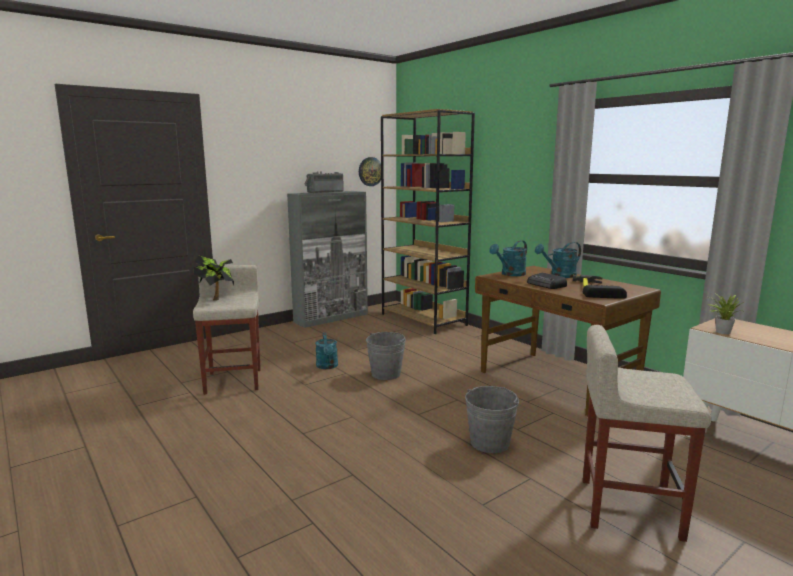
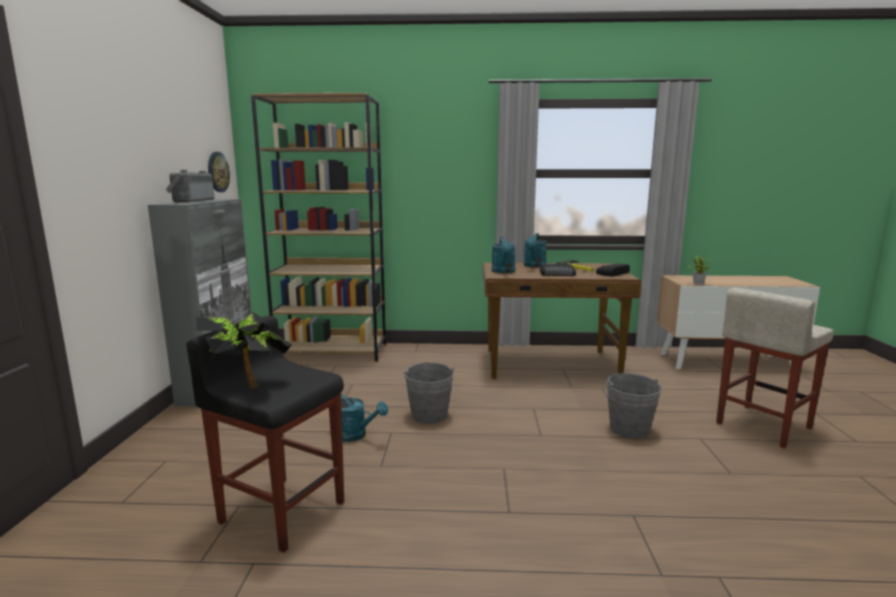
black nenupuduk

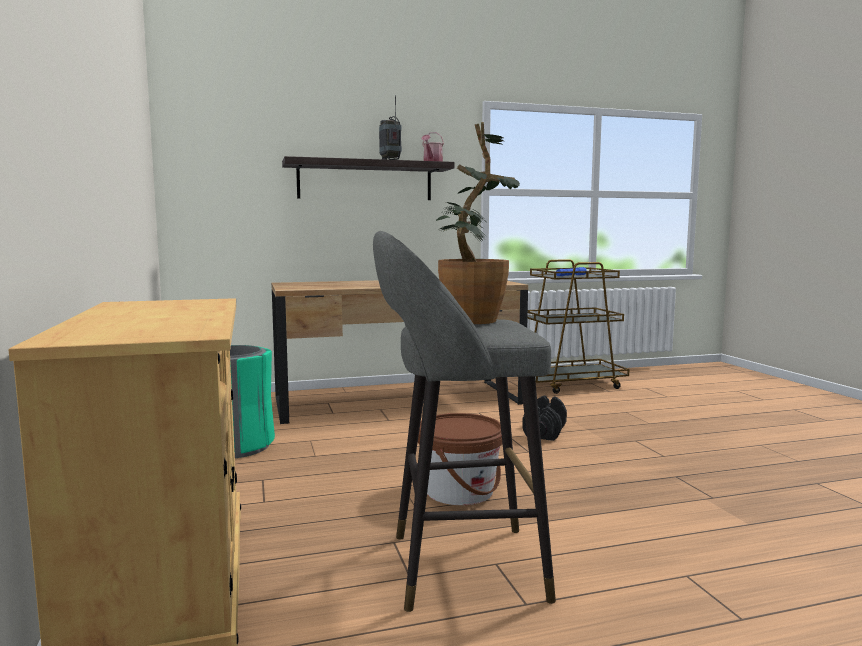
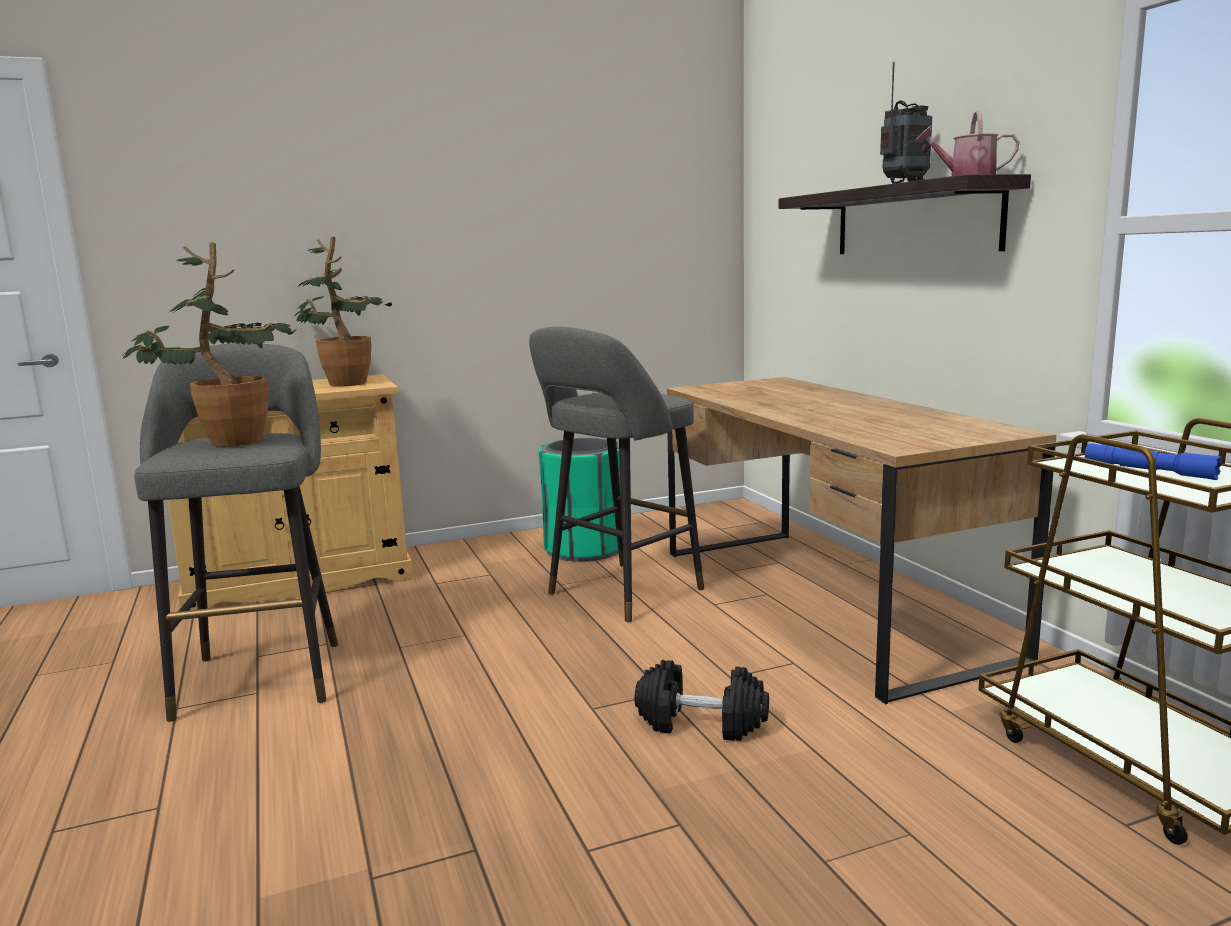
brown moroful
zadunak (no. 2 from left)
grey nenupuduk (no. 2 from left)

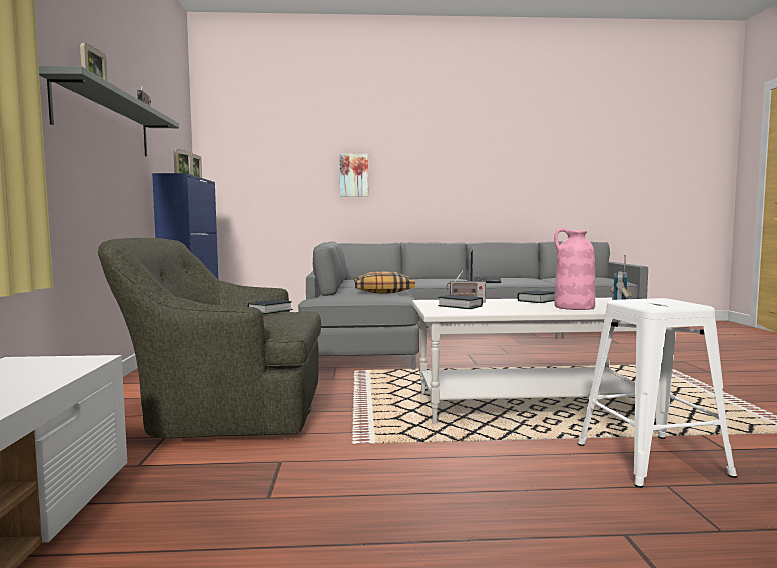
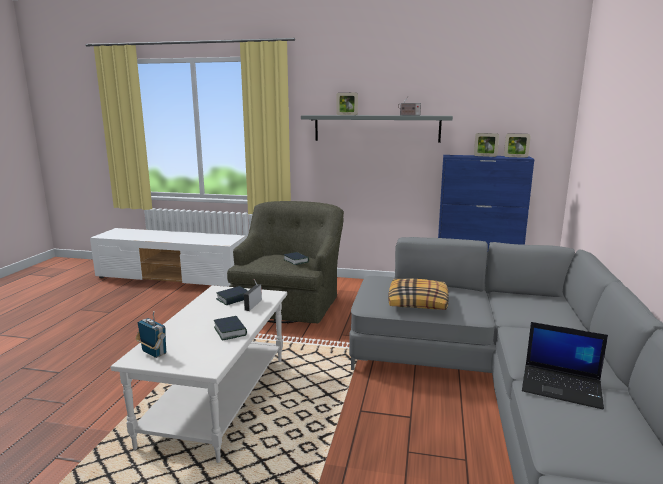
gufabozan
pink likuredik
white nenupuduk

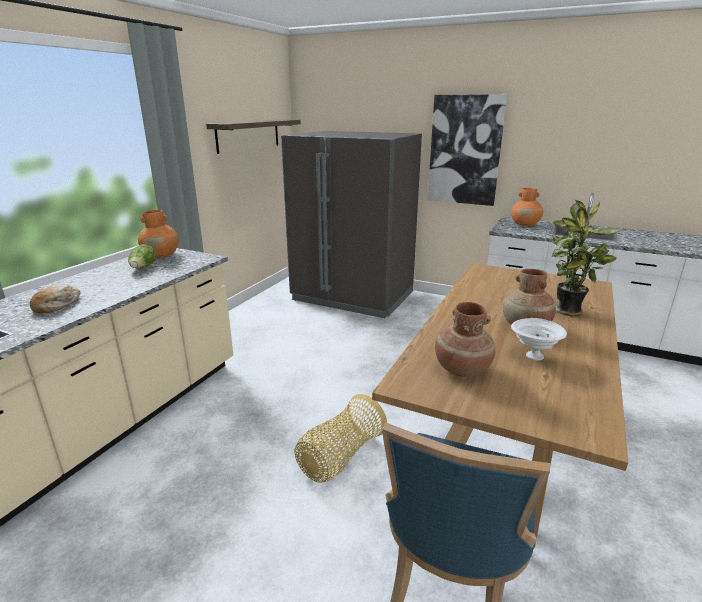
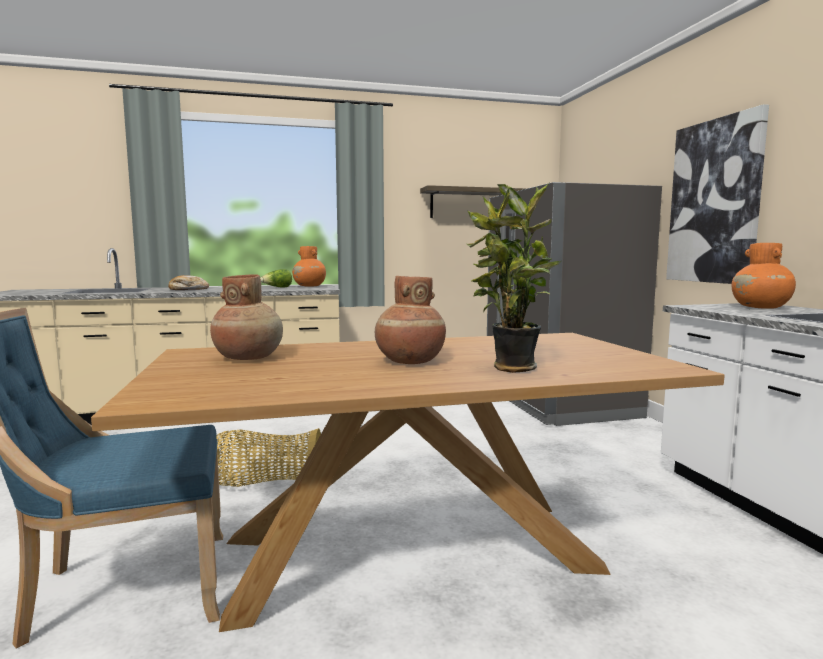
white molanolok

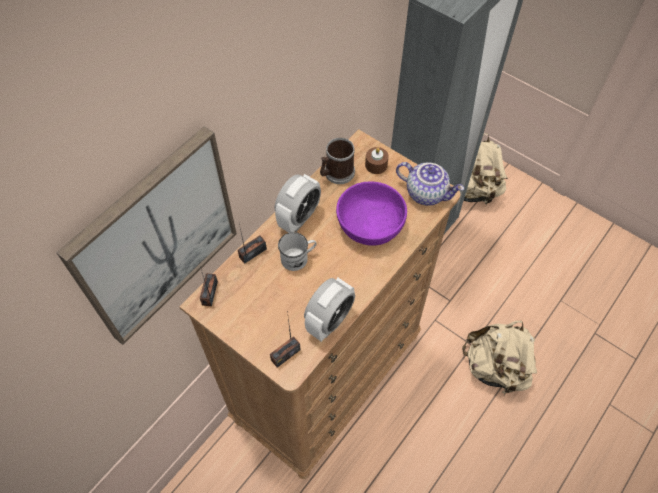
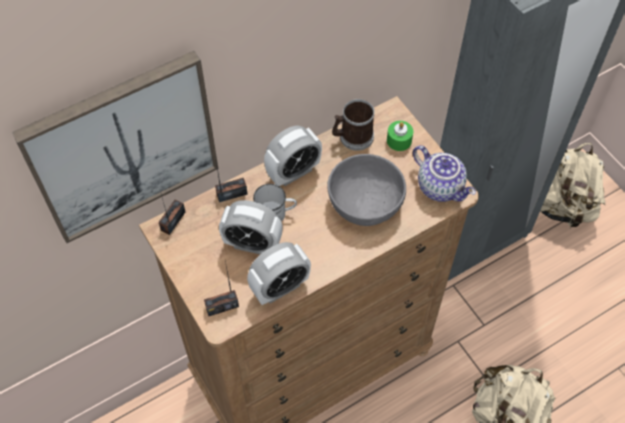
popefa (no. 1 from left)
grey molanolok
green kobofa

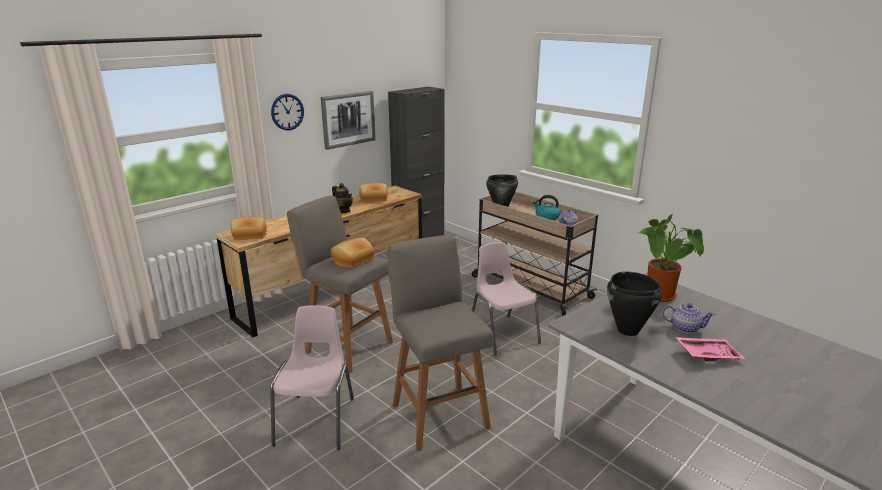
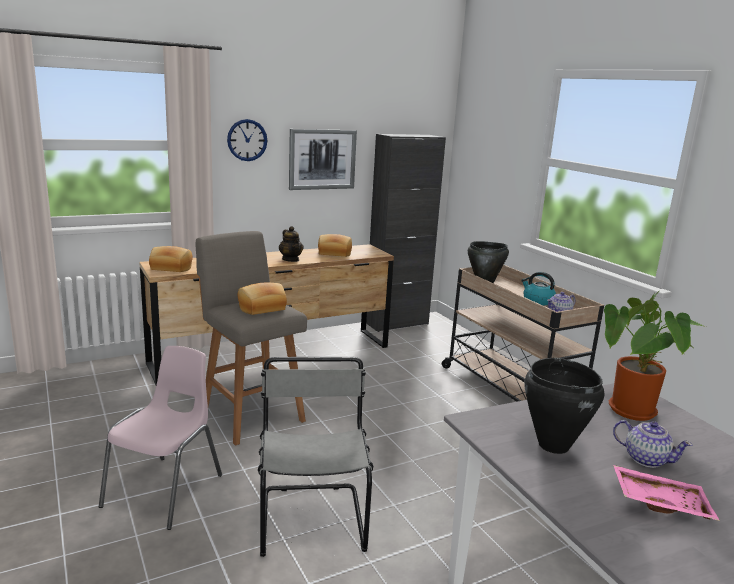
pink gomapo (no. 2 from left in the first image)
grey gomapo

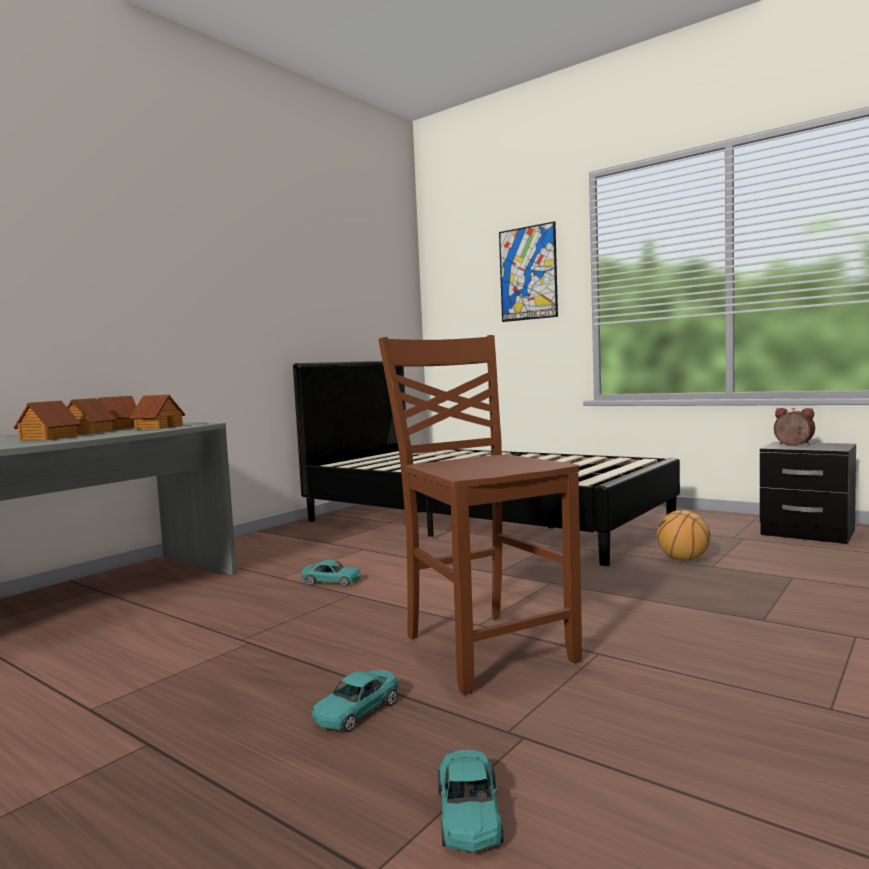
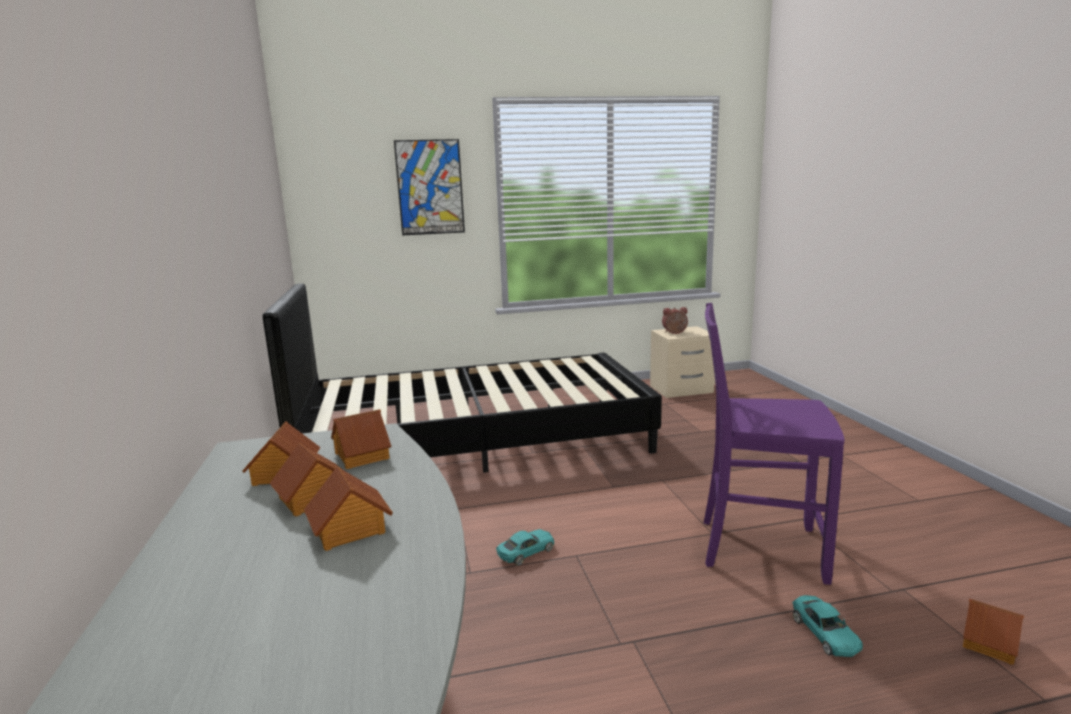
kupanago
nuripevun (no. 5 from left)
purple gomapo
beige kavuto

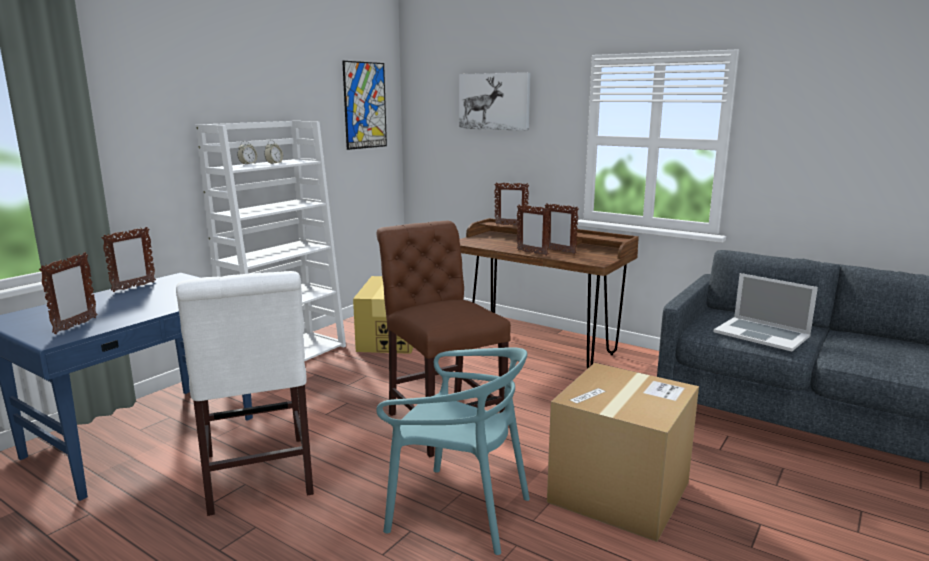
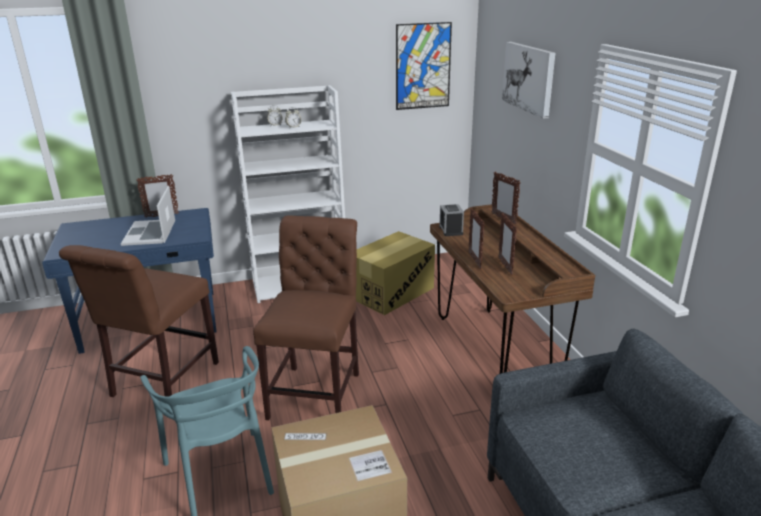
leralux (no. 1 from left in the first image)
popefa (no. 3 from left)
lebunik
brown gomapo (no. 1 from left)

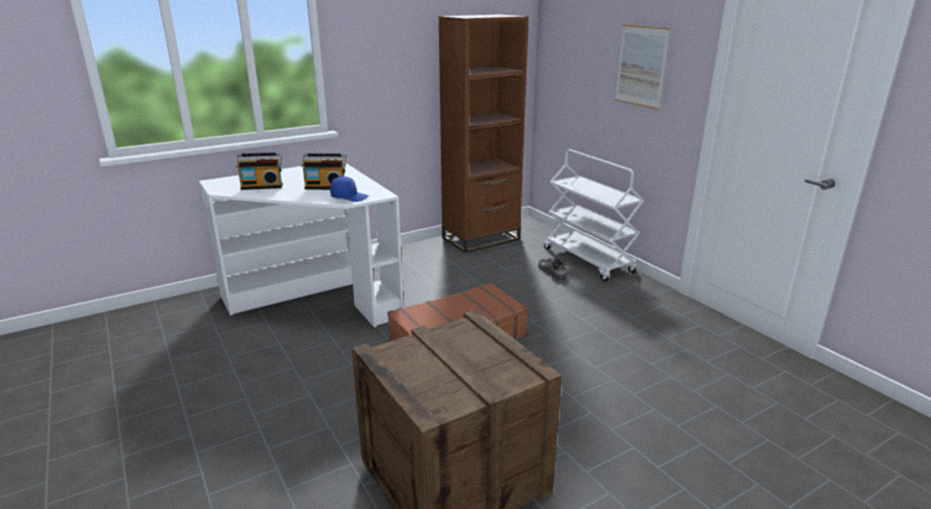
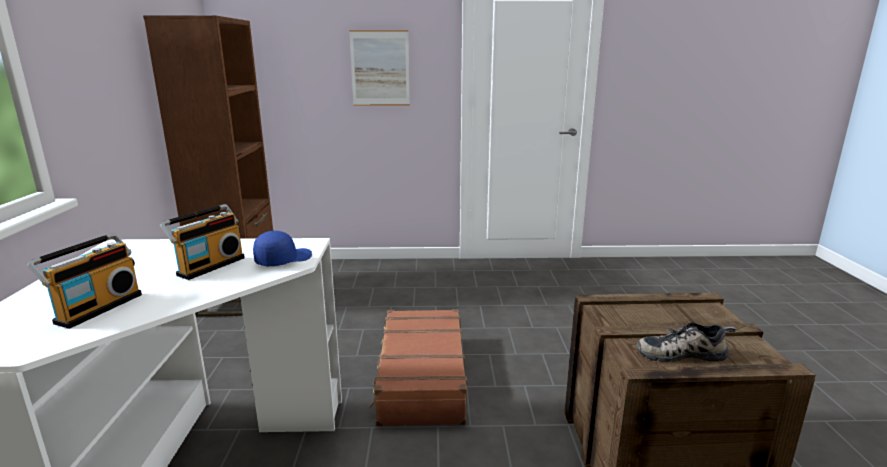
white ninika
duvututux

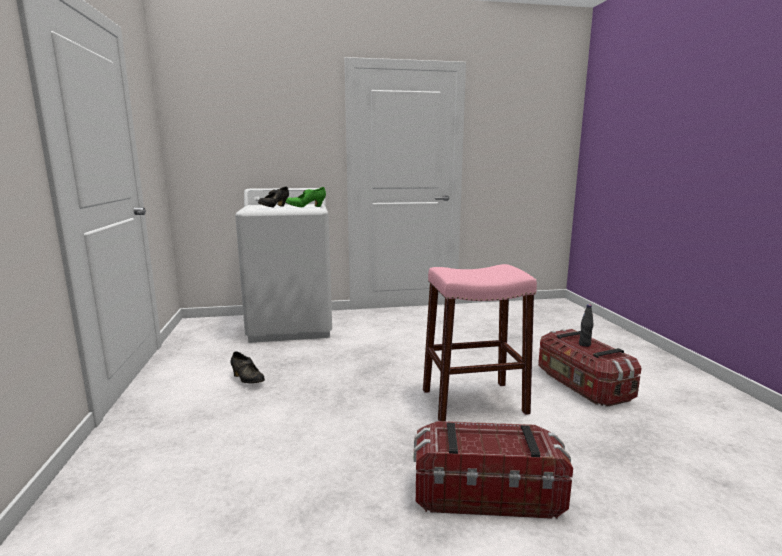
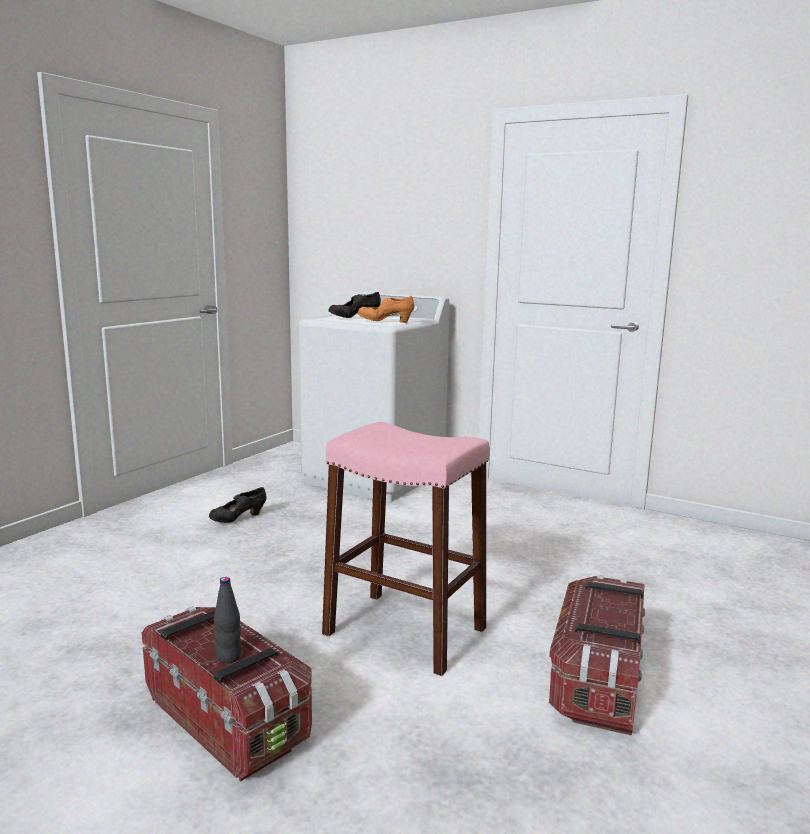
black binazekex
orange duvututux
black duvututux (no. 1 from left)

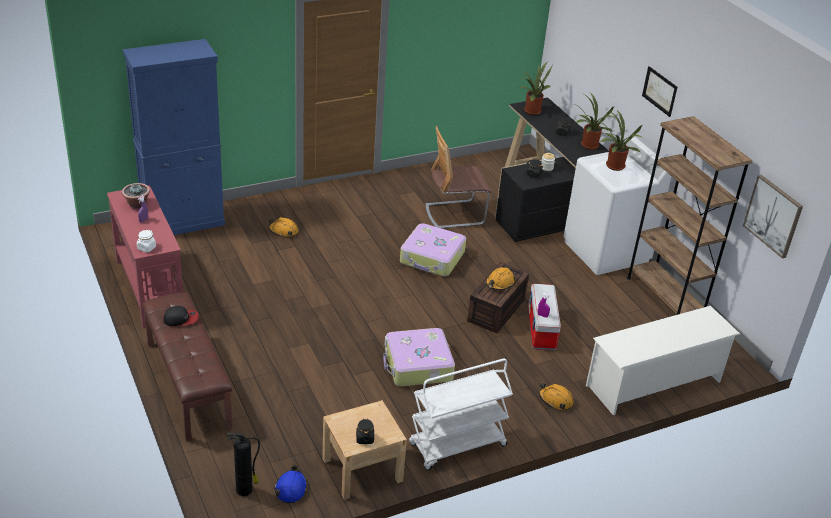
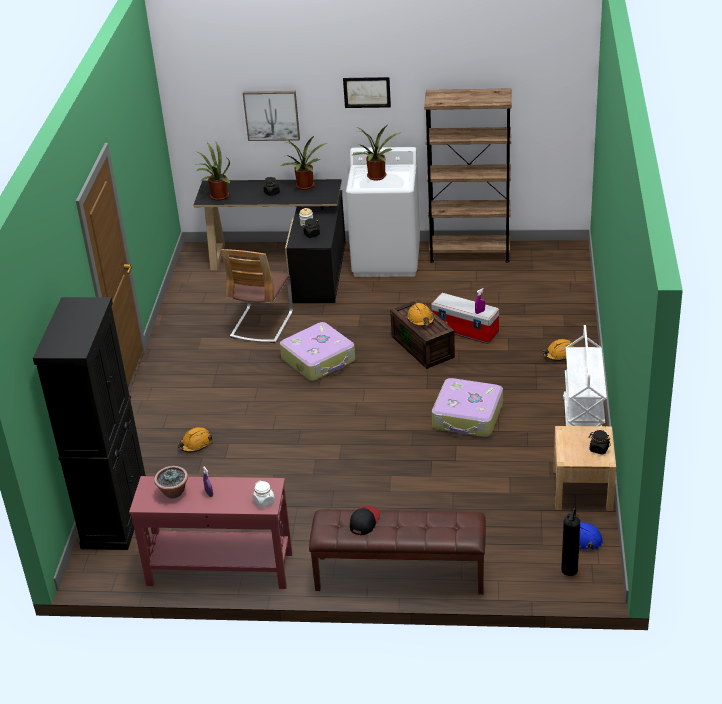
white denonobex
gufabozan (no. 1 from left)
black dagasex

